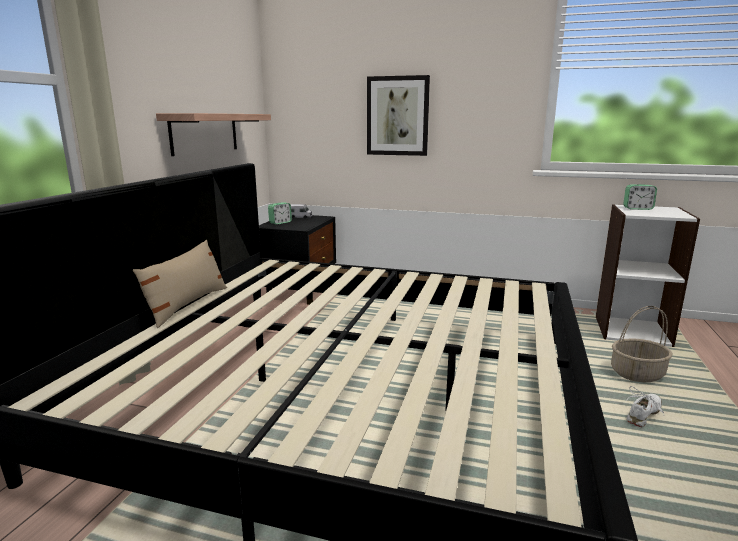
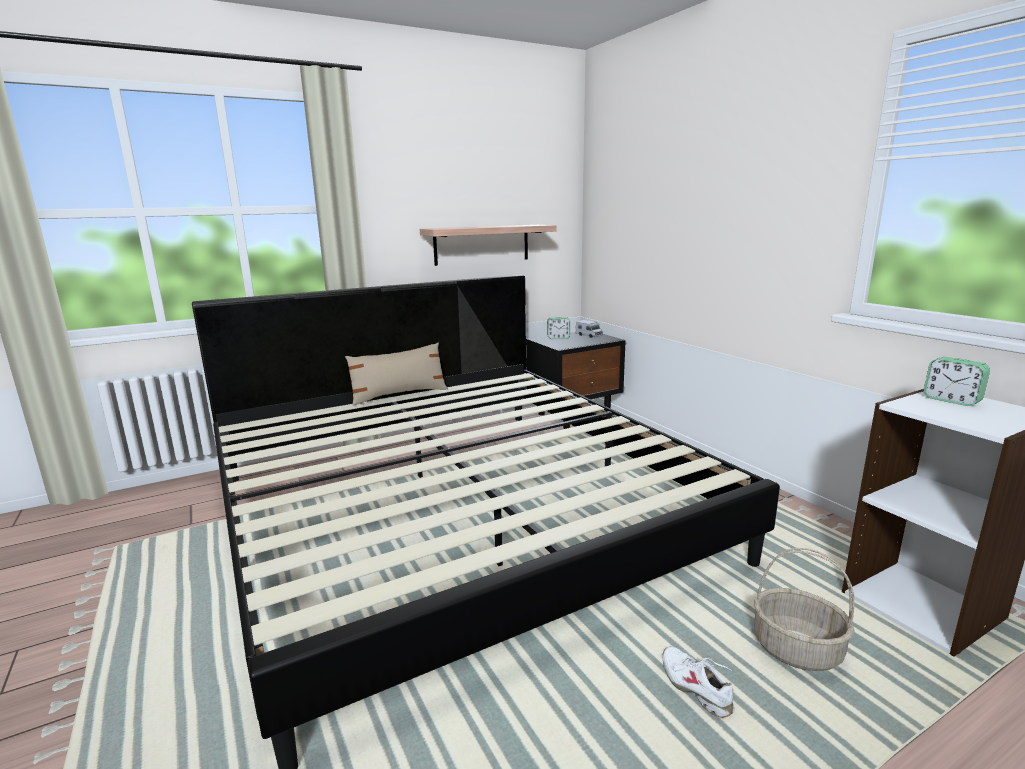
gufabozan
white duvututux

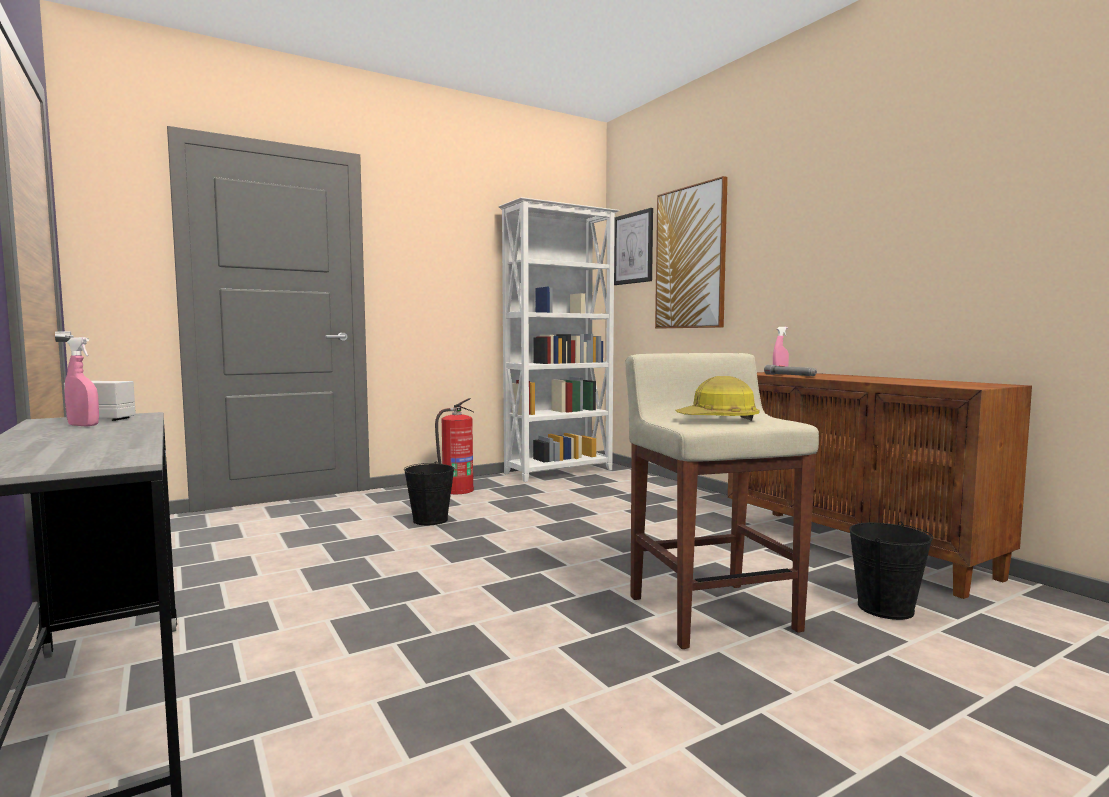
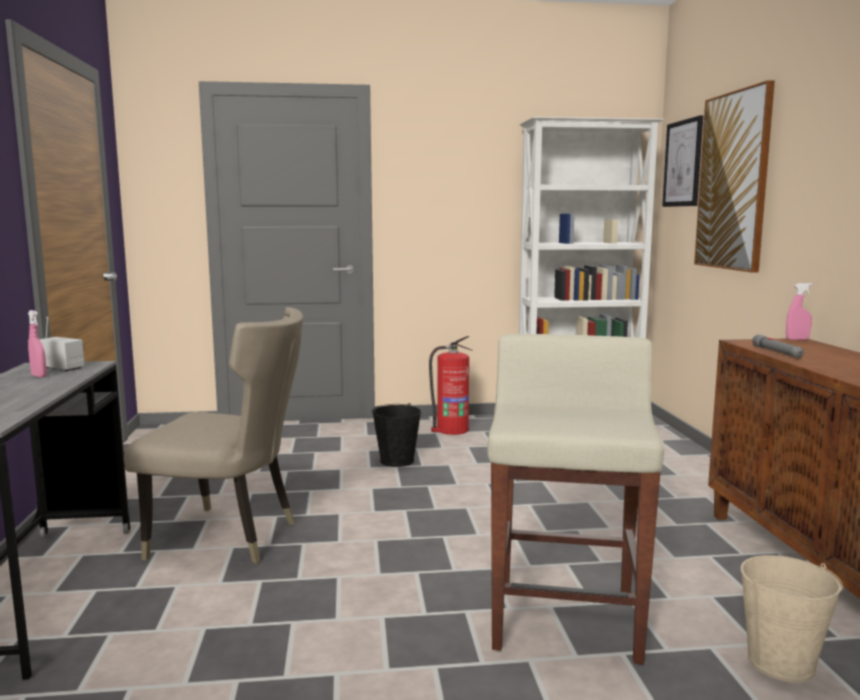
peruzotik
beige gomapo
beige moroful

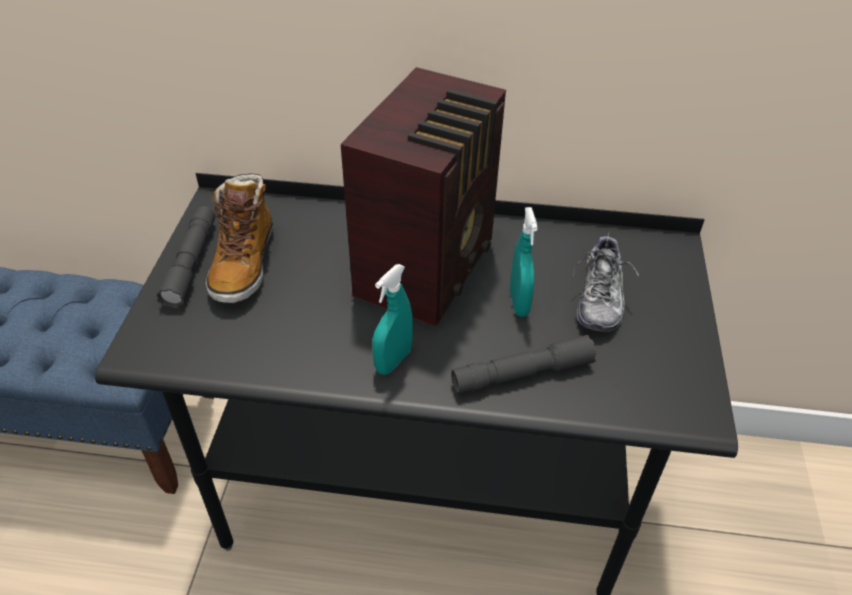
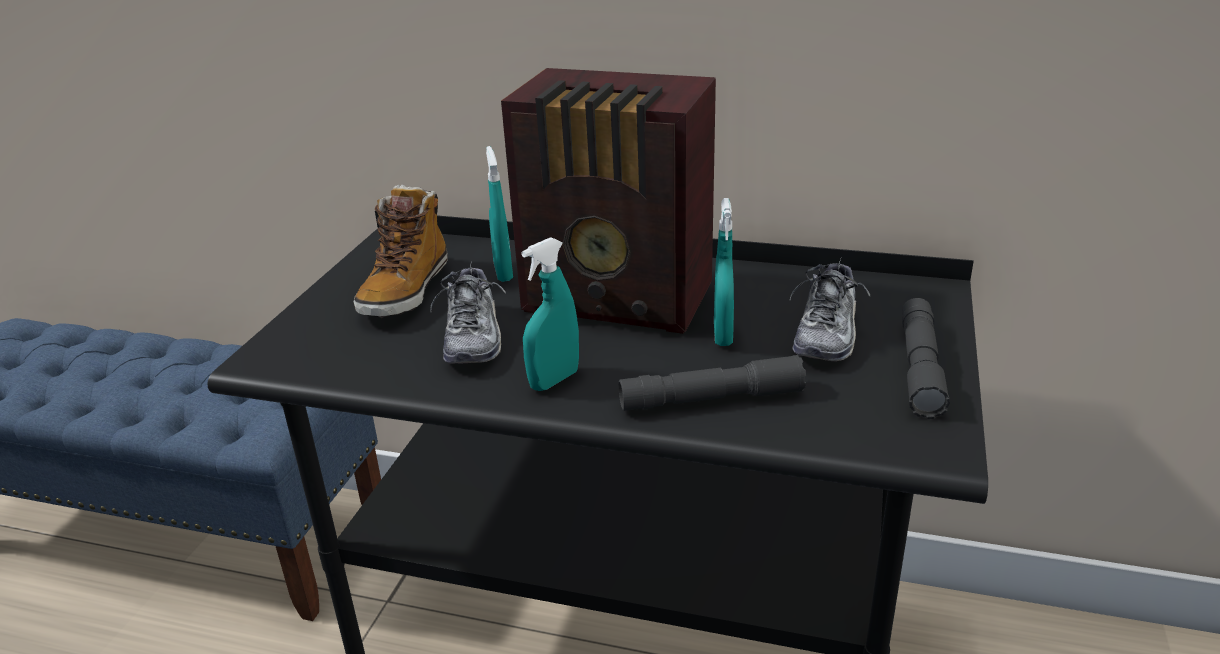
duvututux (no. 1 from left)
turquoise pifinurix (no. 1 from left)
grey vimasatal (no. 2 from left)
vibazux

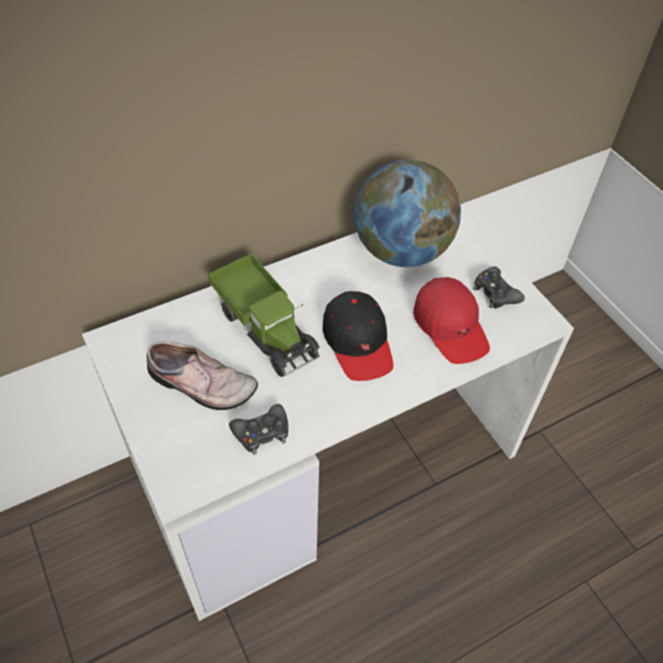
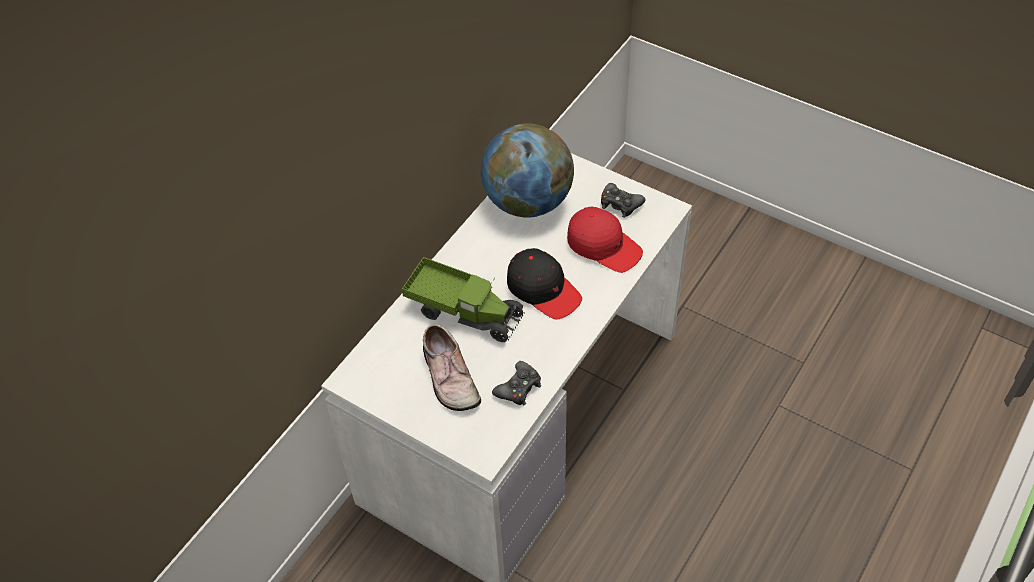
duvututux

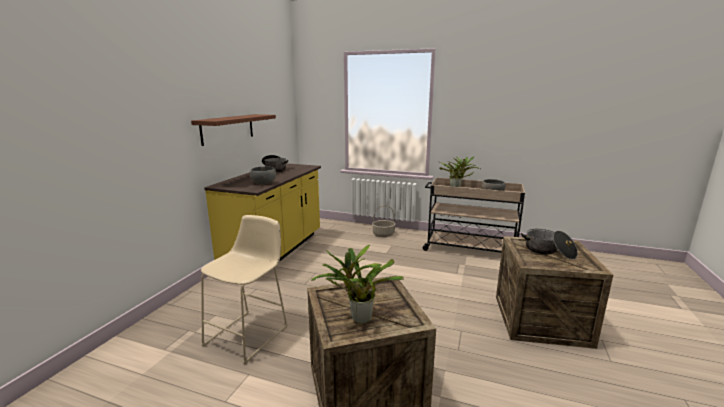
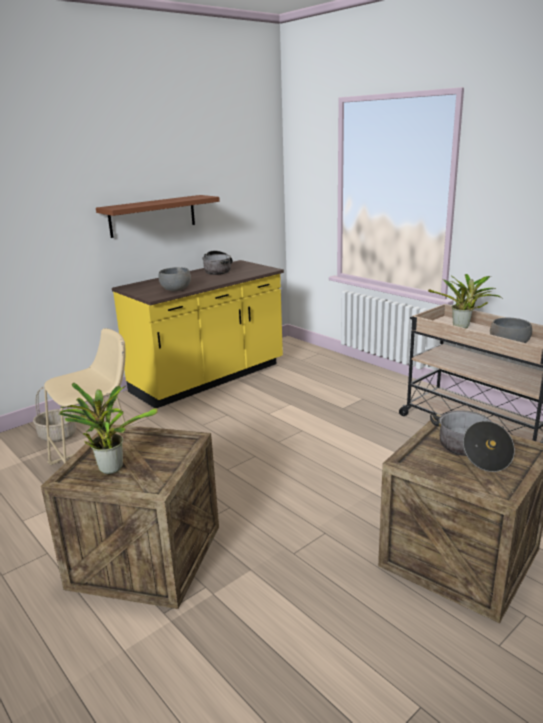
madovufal

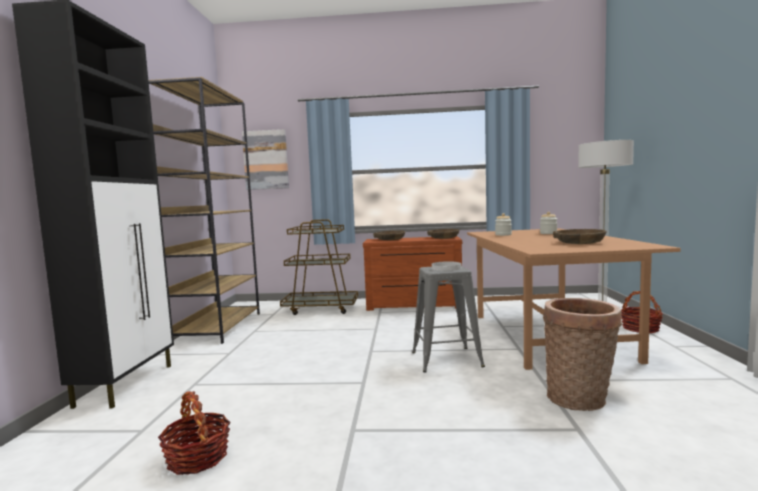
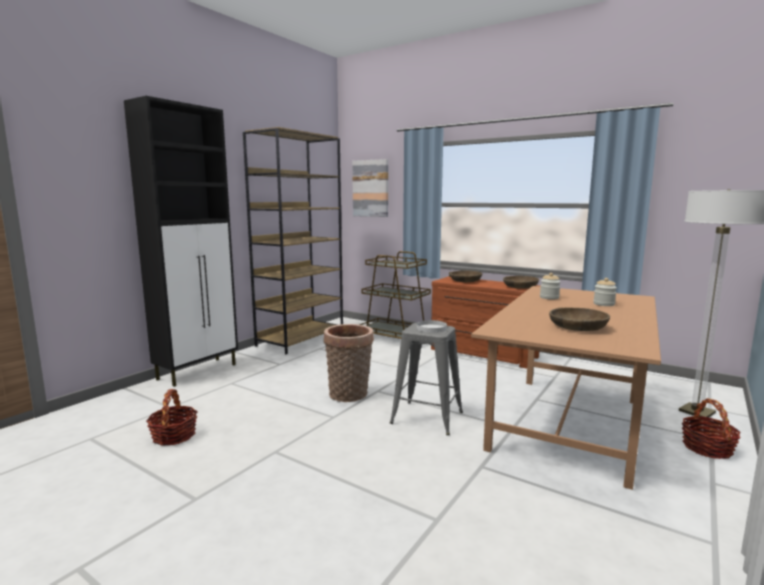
madovufal (no. 2 from left)

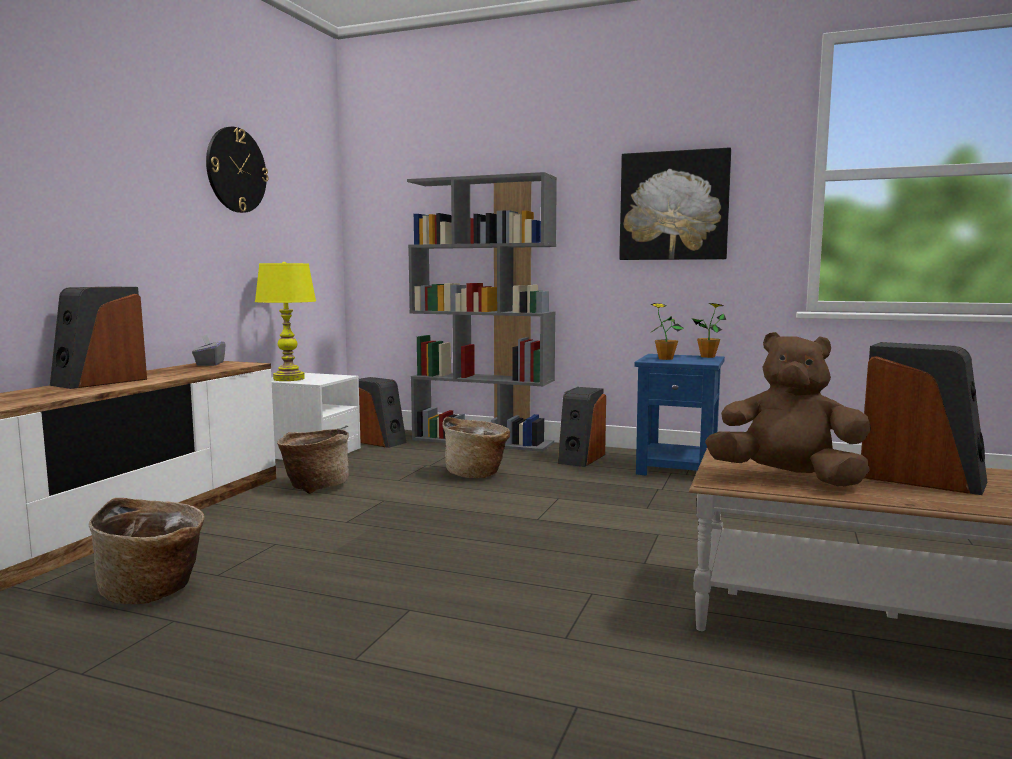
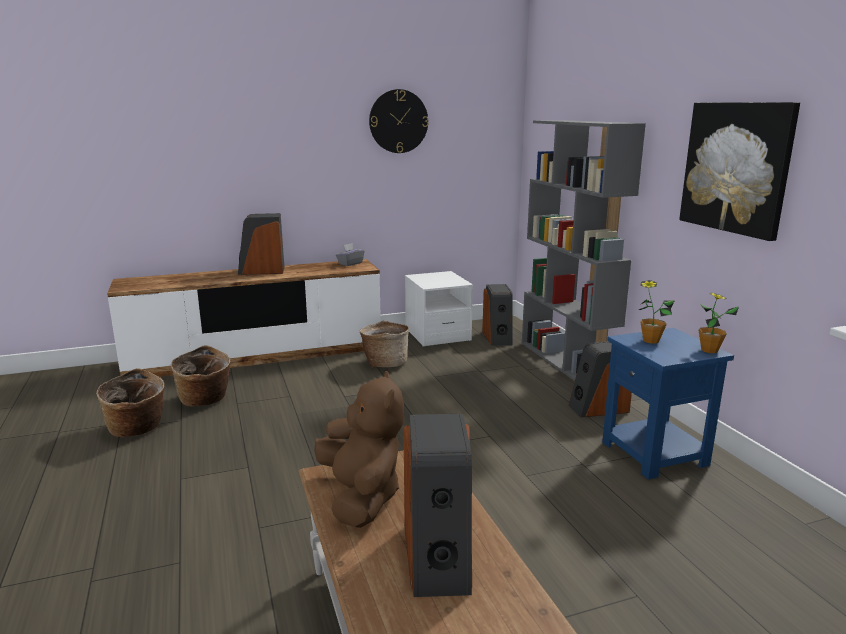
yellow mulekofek
madovufal (no. 1 from left)

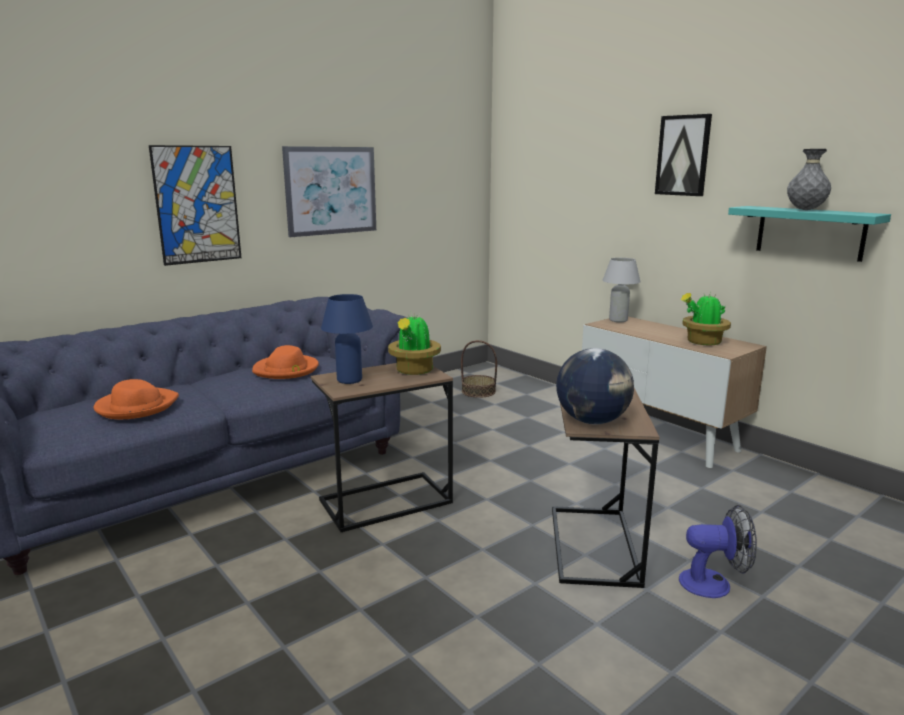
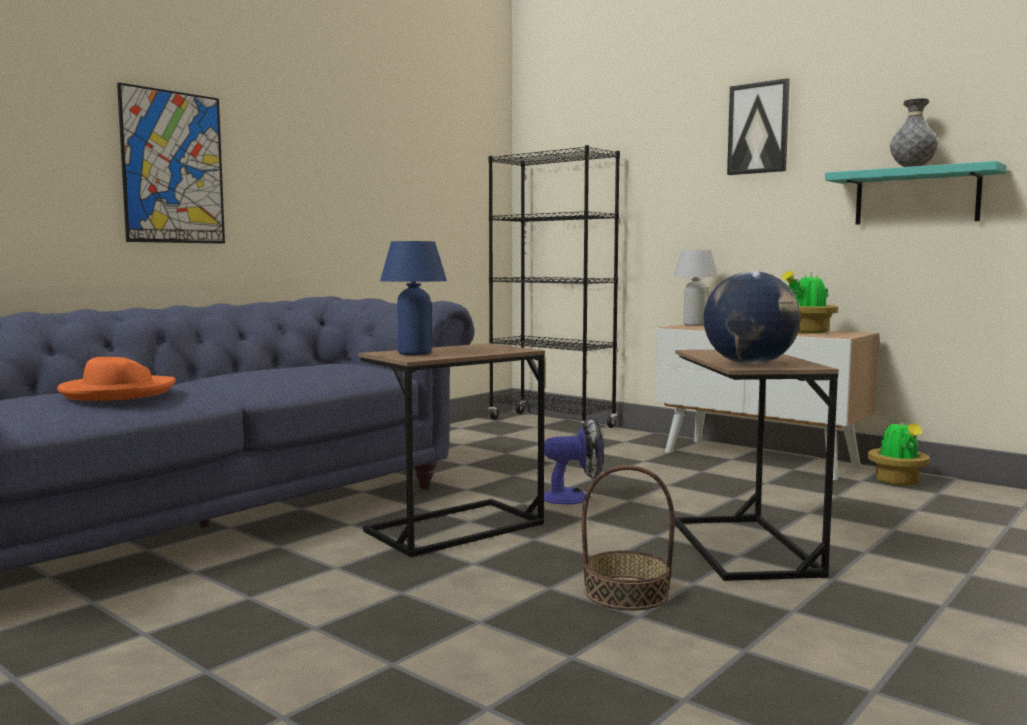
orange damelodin (no. 2 from left in the first image)
gufabozan (no. 2 from left in the first image)
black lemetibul
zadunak (no. 2 from left)
madovufal
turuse

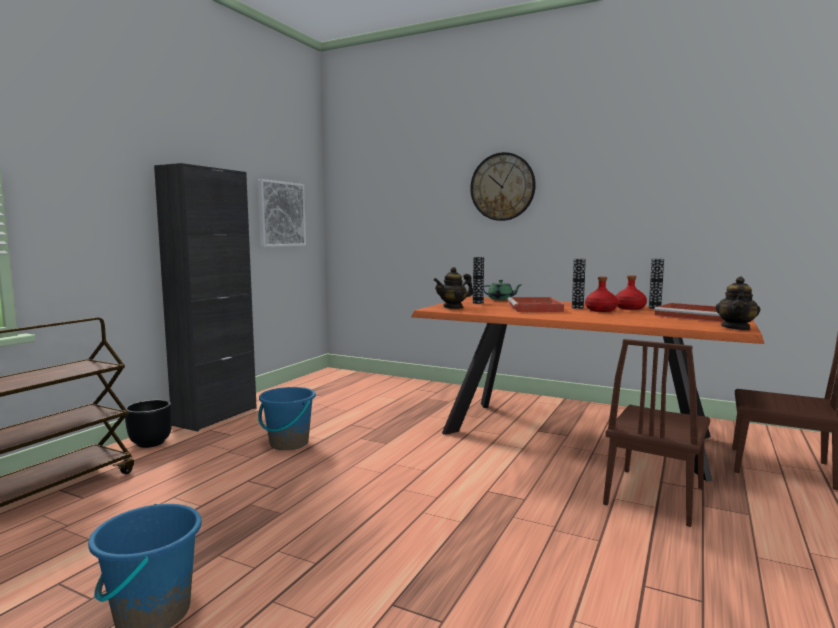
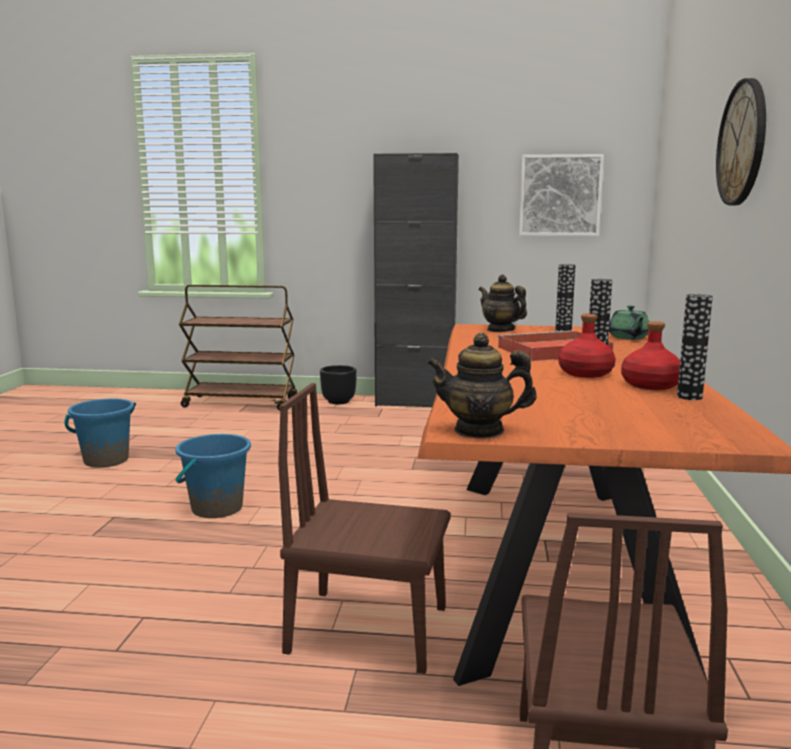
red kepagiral (no. 2 from left in the first image)
blue moroful (no. 2 from left)

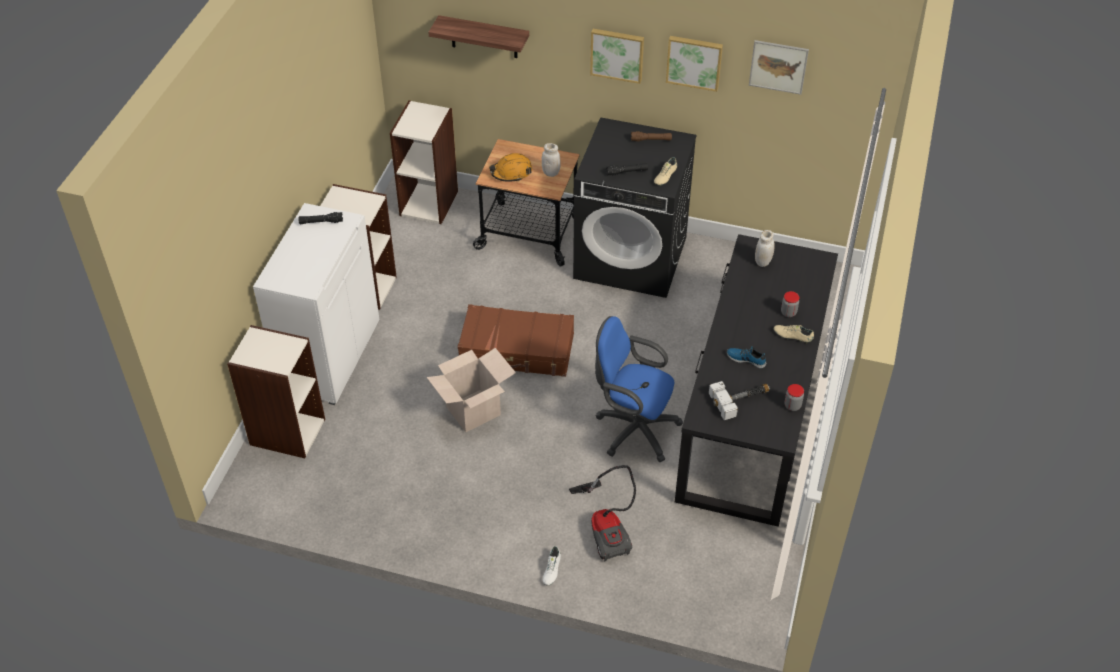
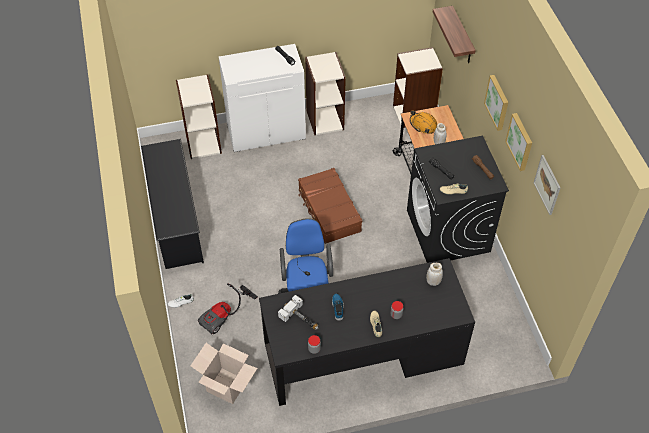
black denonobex
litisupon

